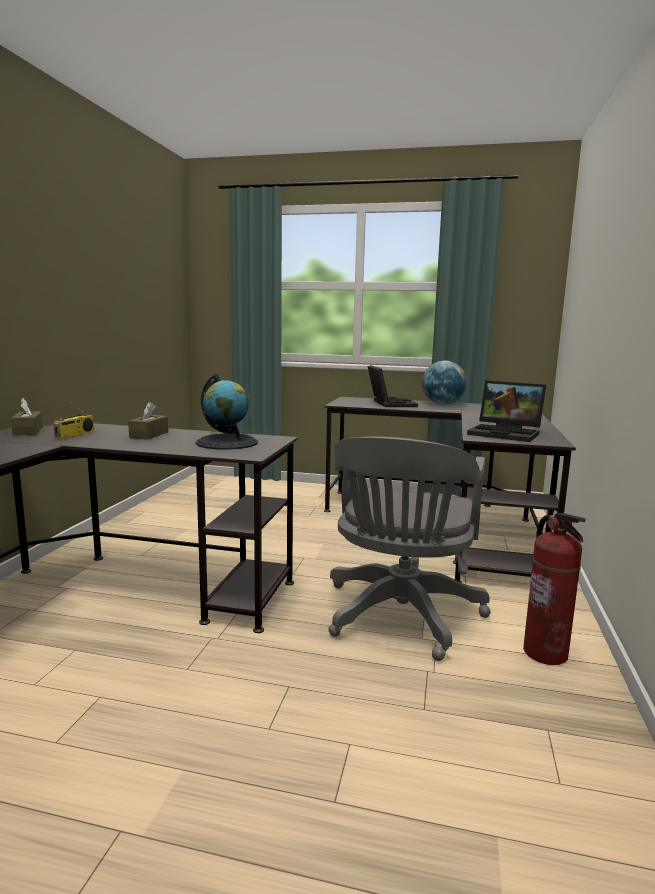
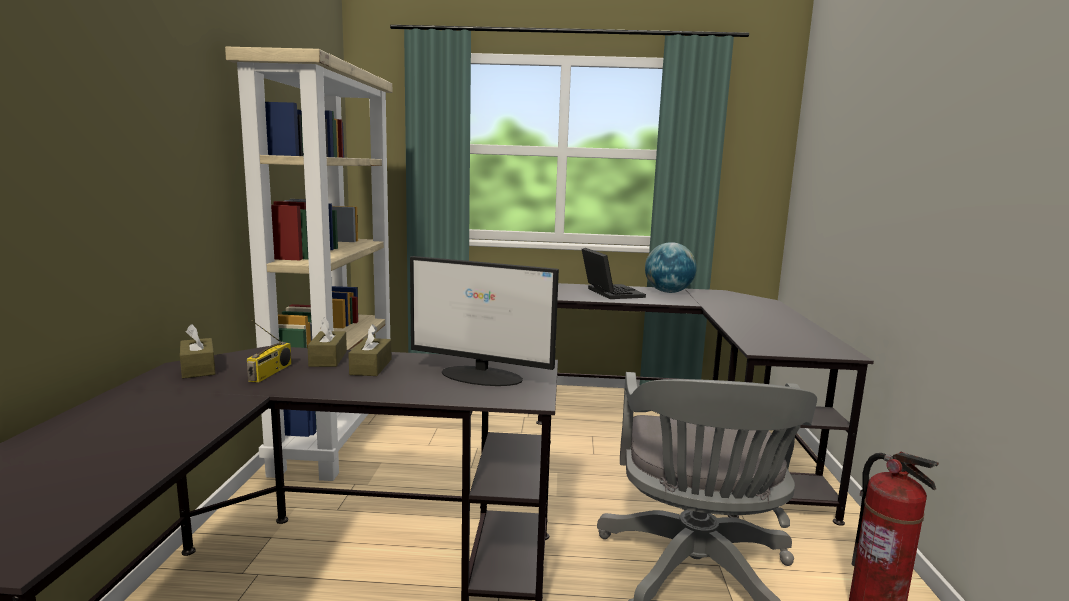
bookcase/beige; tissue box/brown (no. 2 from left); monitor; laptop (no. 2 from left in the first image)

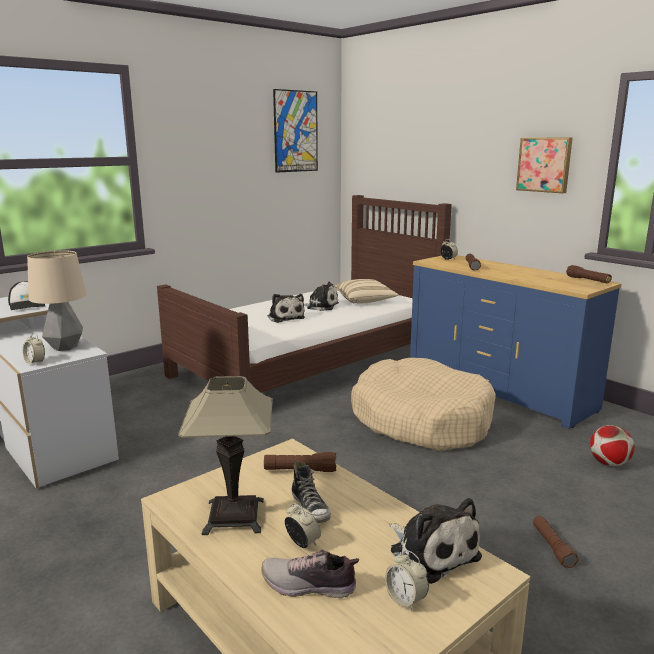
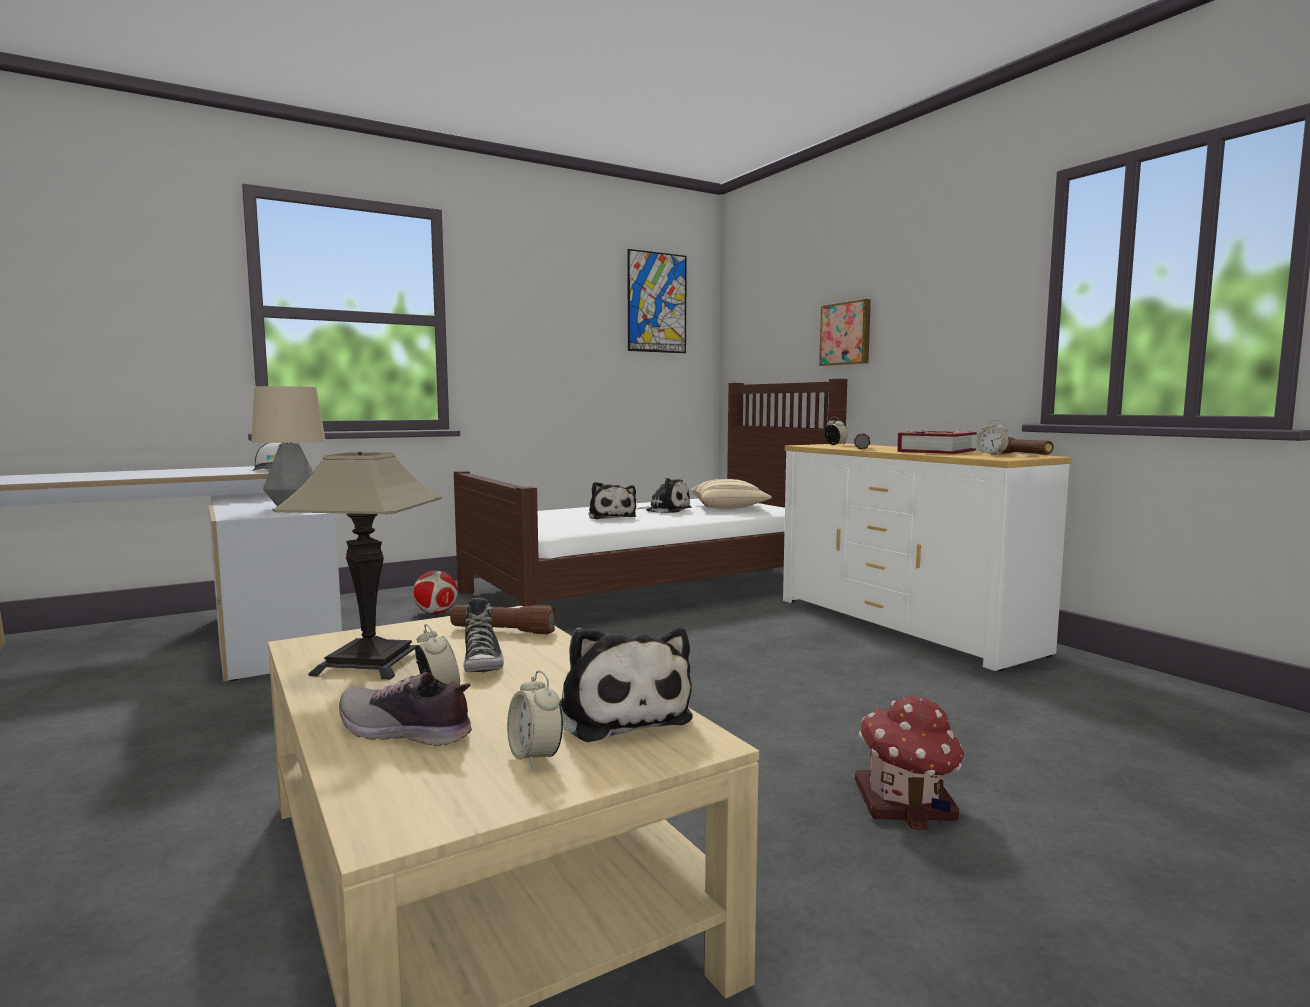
football; dresser/white; picture (no. 2 from left); toy house; book; alarm clock (no. 4 from left); dog bed/beige

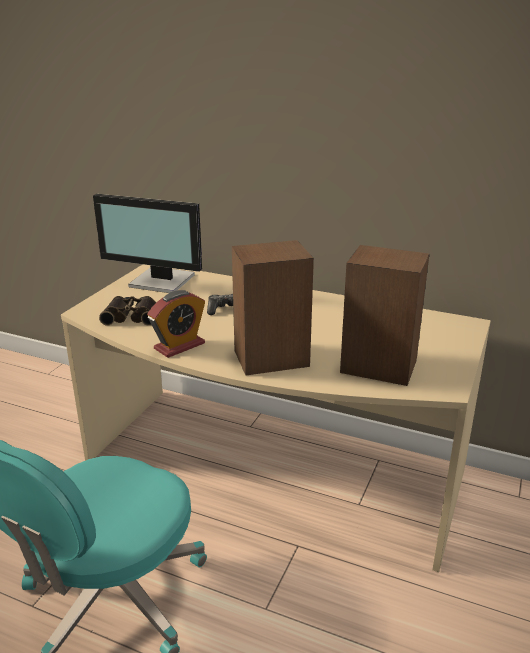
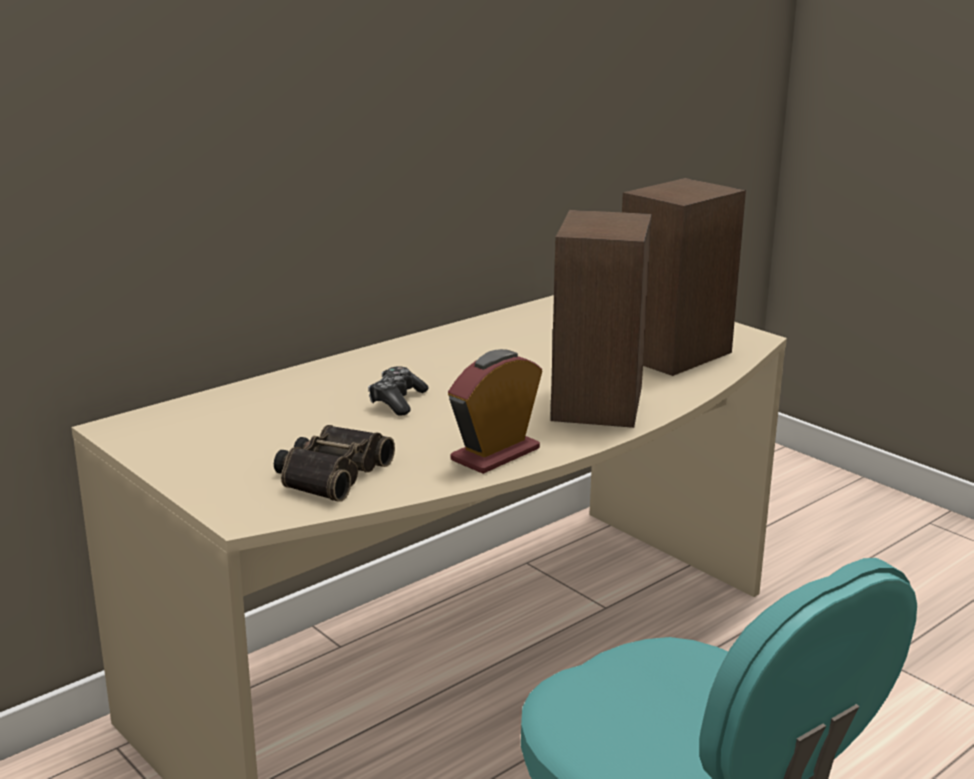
alarm clock; monitor

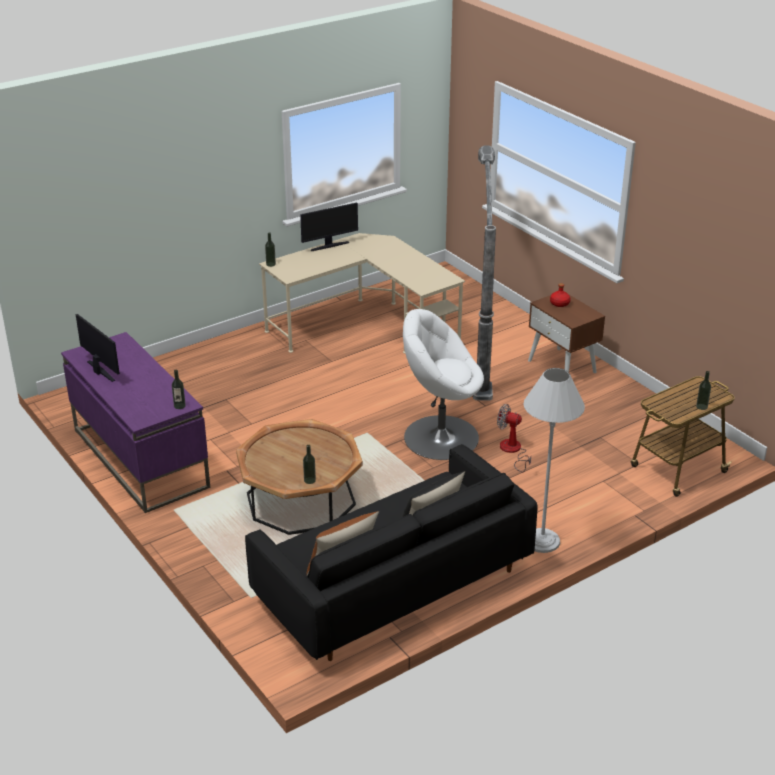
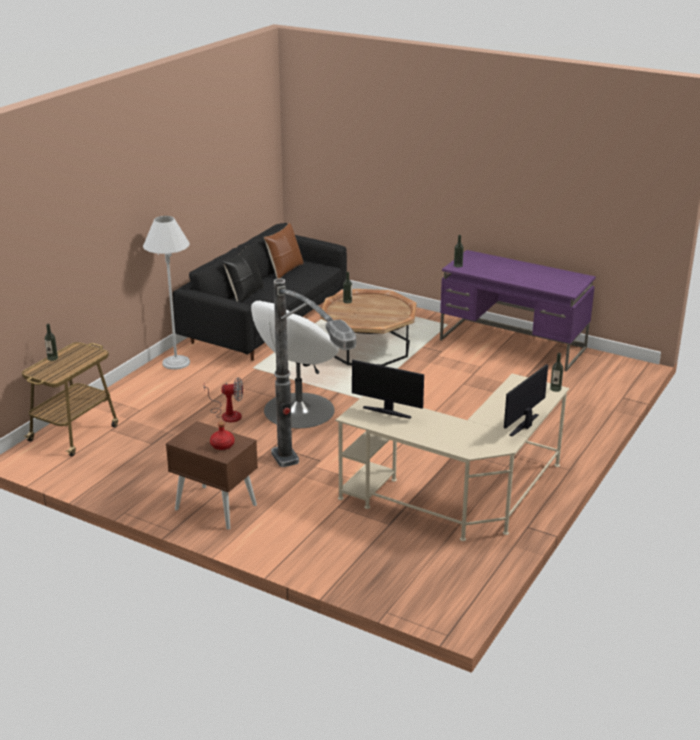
armchair/white; monitor (no. 1 from left)

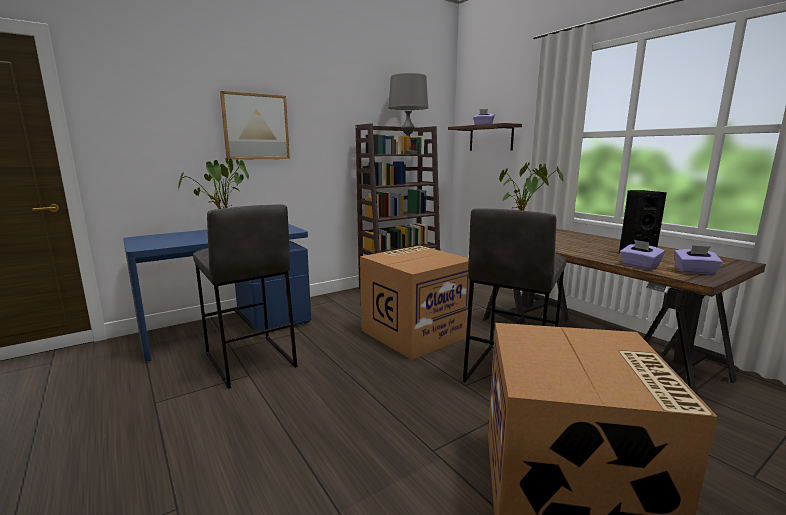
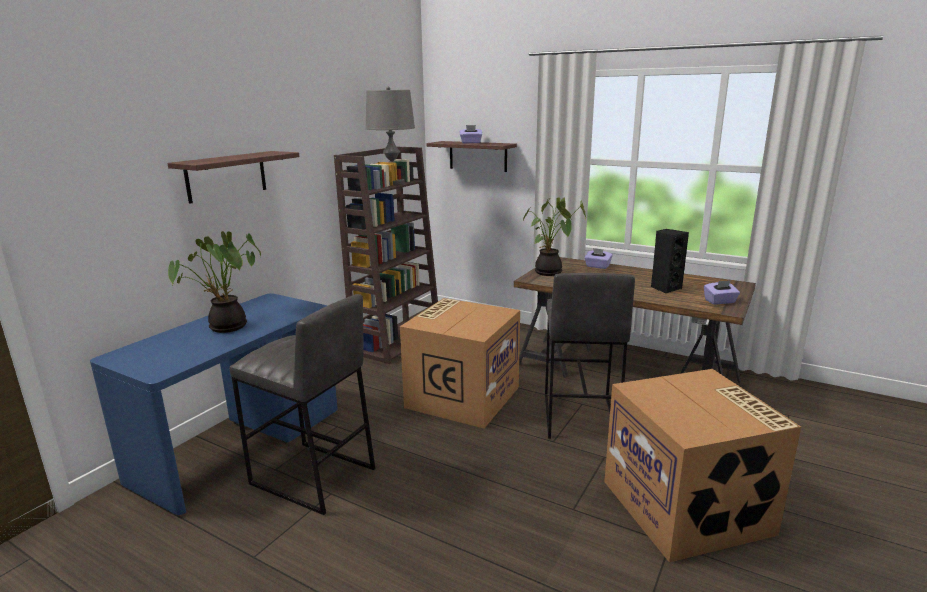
shelf (no. 1 from left); tissue box/purple (no. 2 from left)

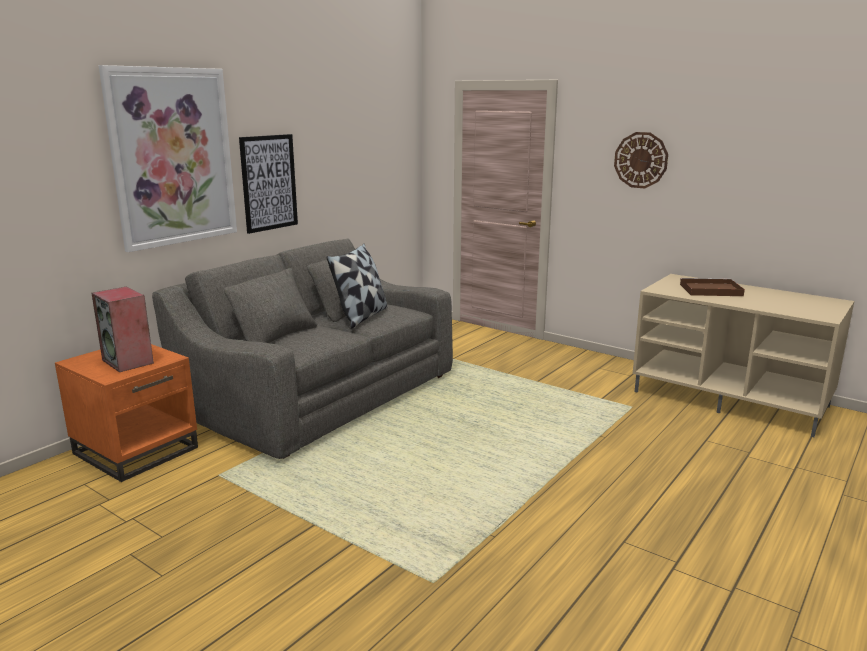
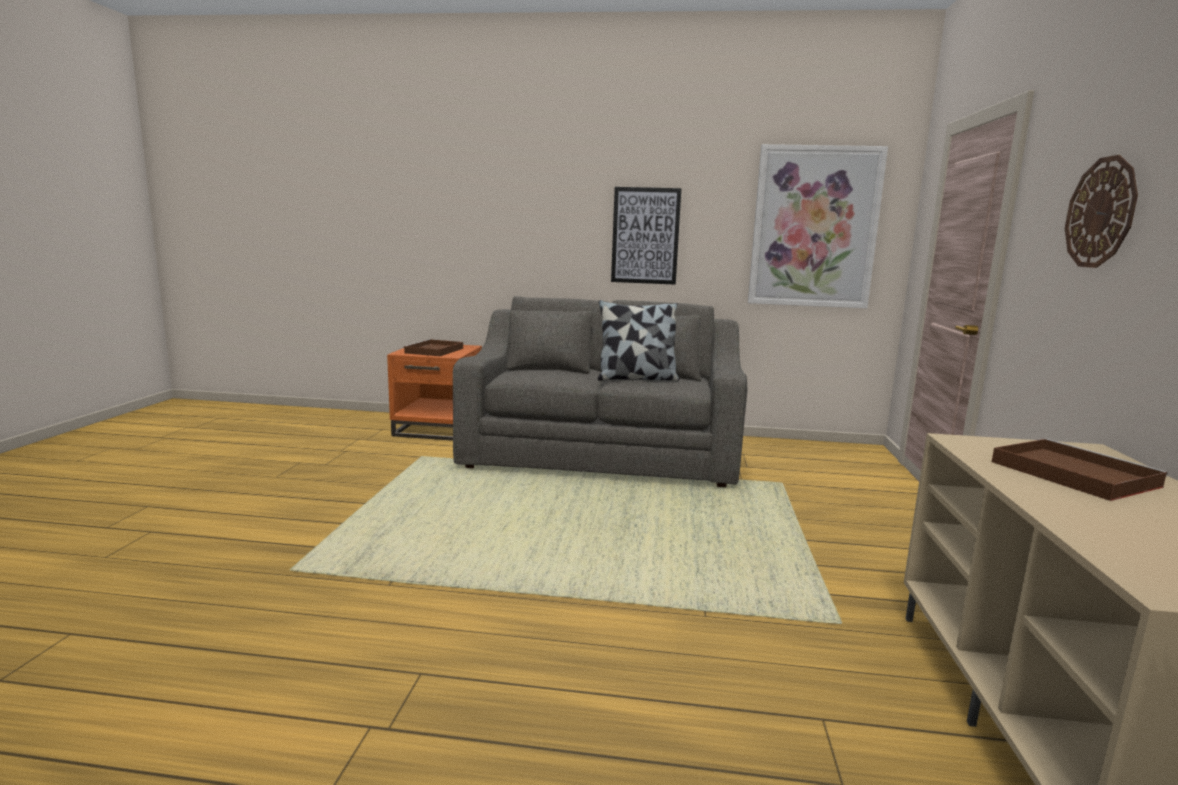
tray/brown (no. 1 from left); picture (no. 2 from left)

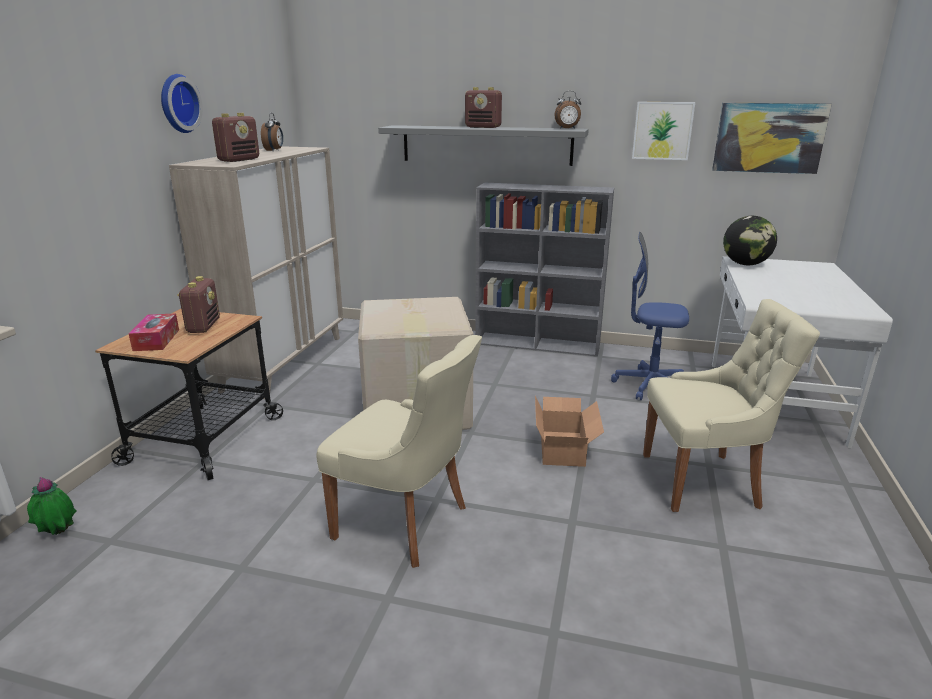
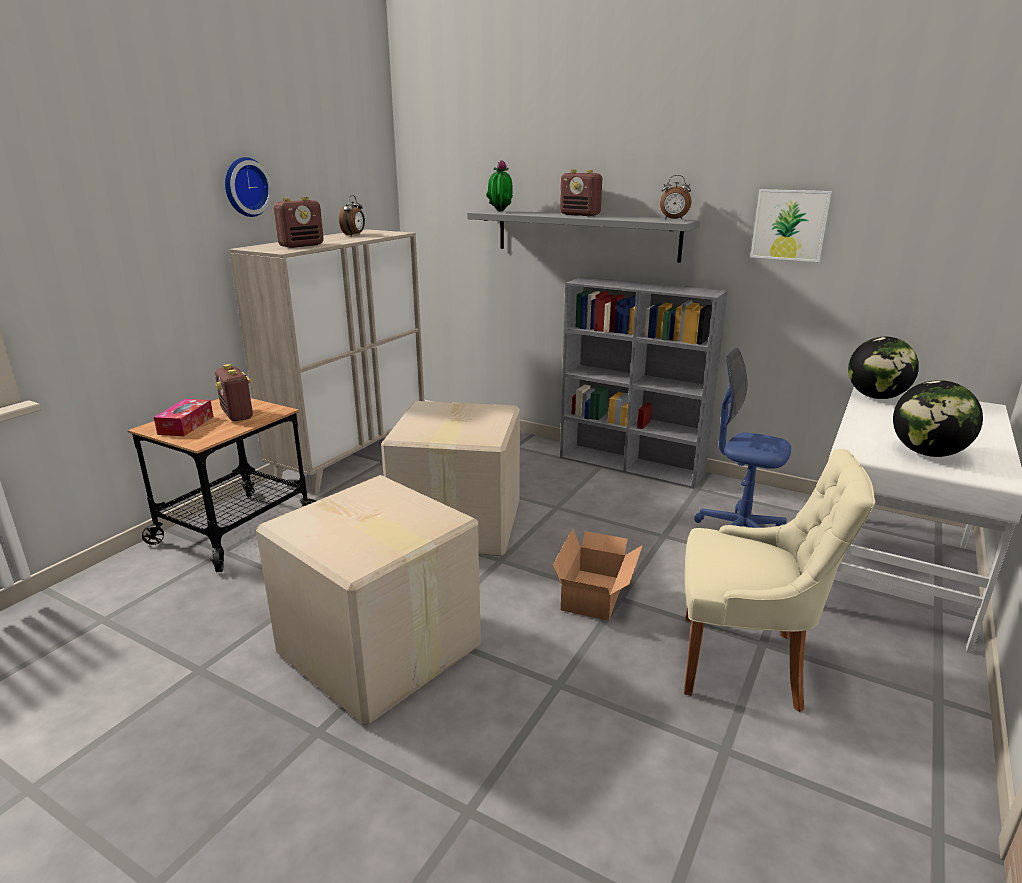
radio (no. 1 from left); cardboard box (no. 1 from left); potted plant; globe (no. 2 from left); picture (no. 2 from left in the first image)

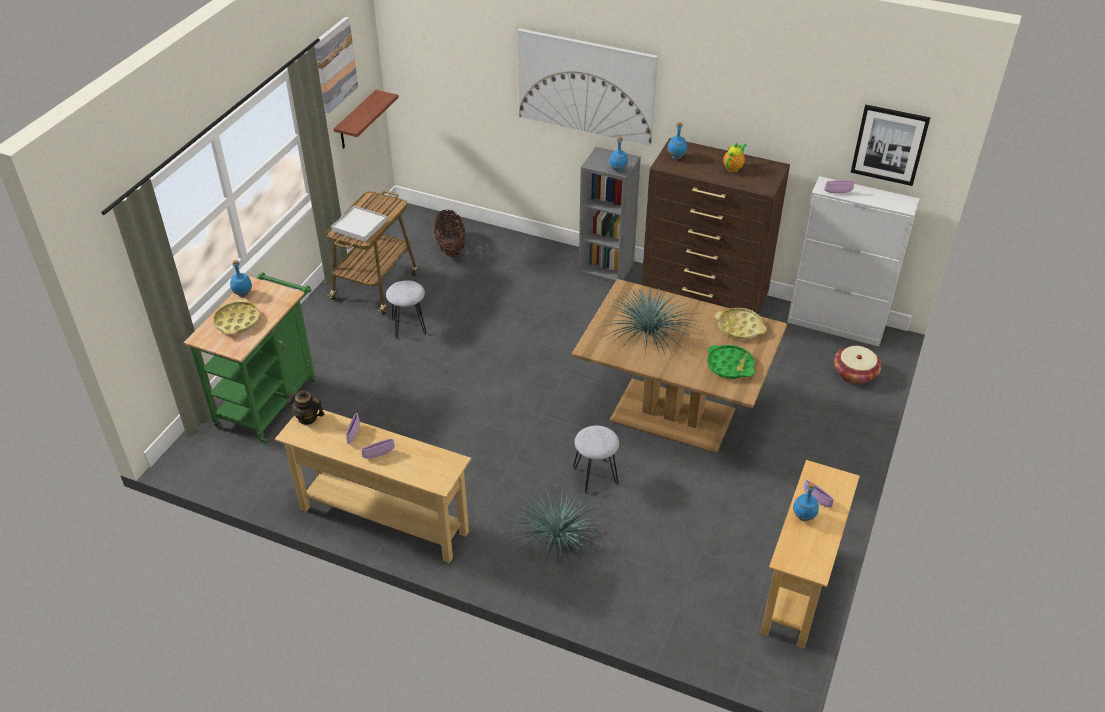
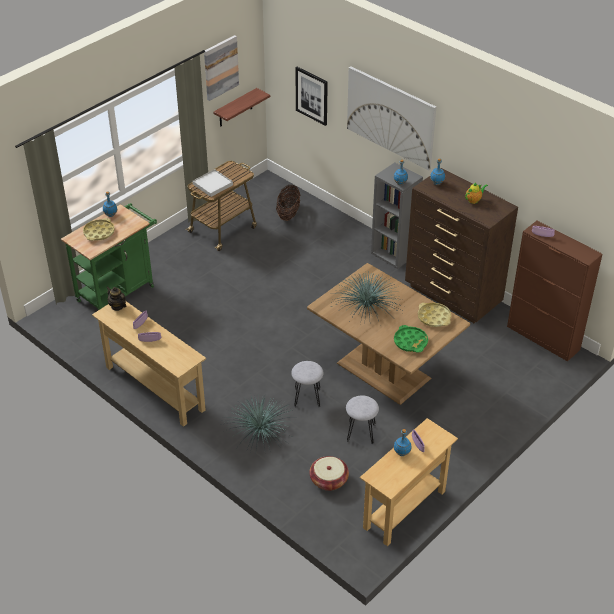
picture (no. 2 from left); basket (no. 2 from left); stool/grey (no. 2 from left); cabinet/brown

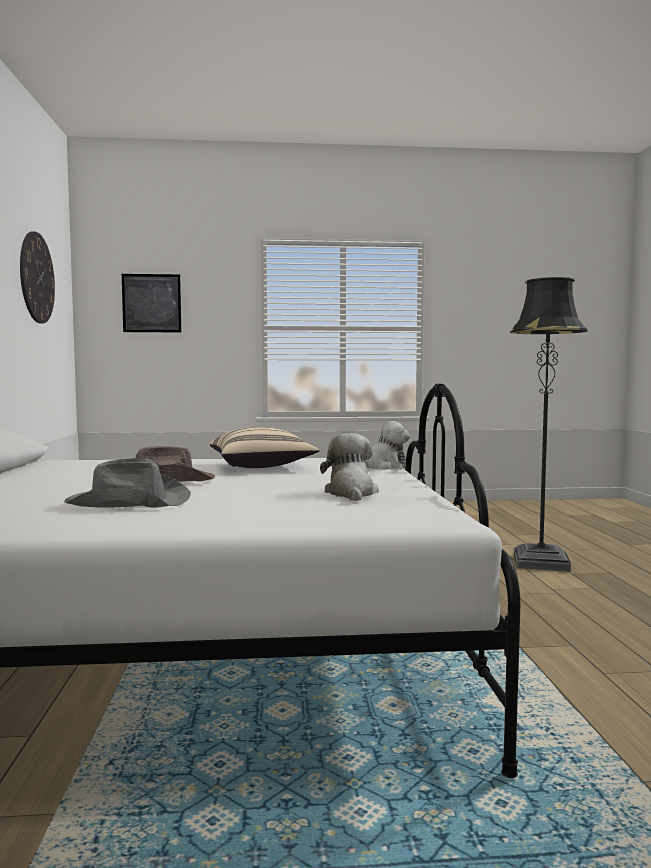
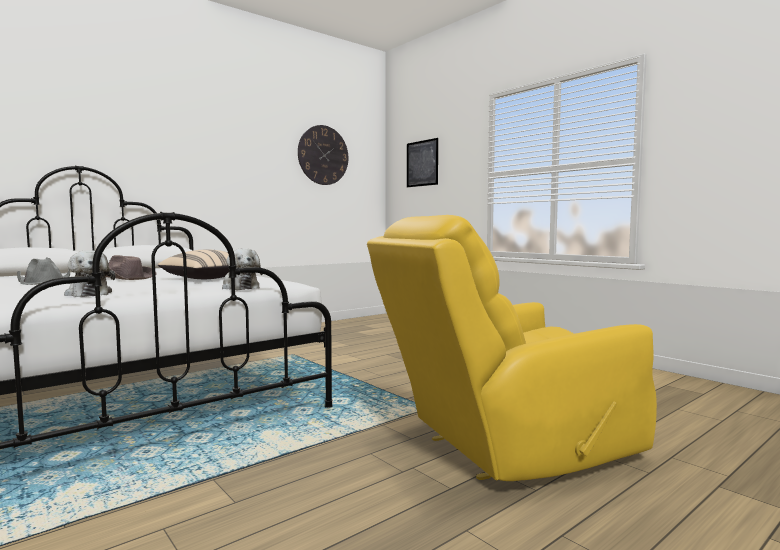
plush toy (no. 1 from left); armchair/yellow

